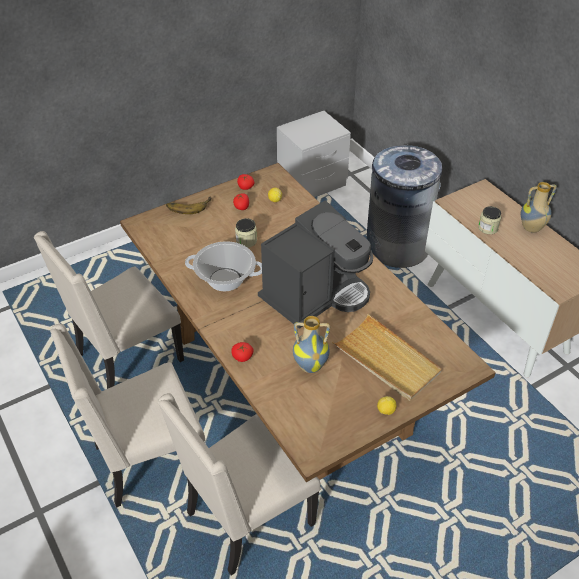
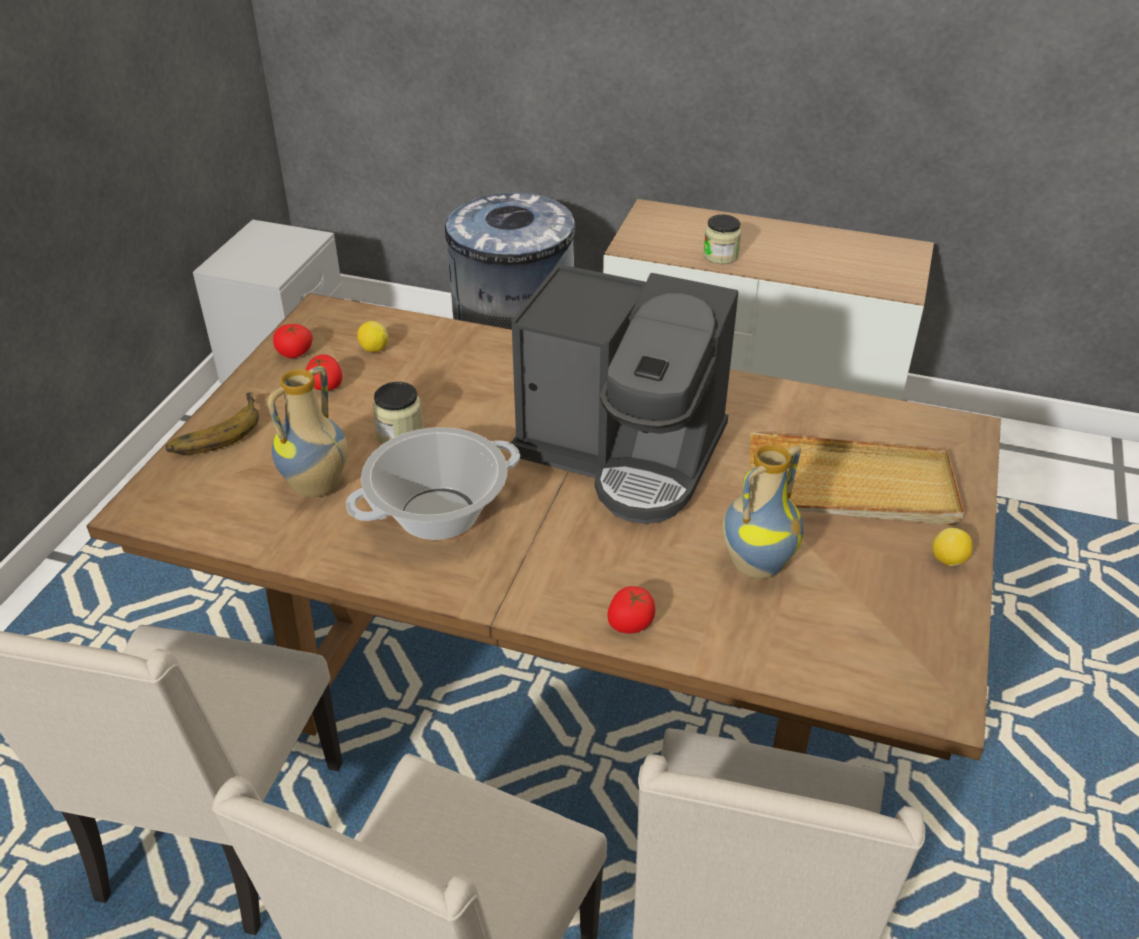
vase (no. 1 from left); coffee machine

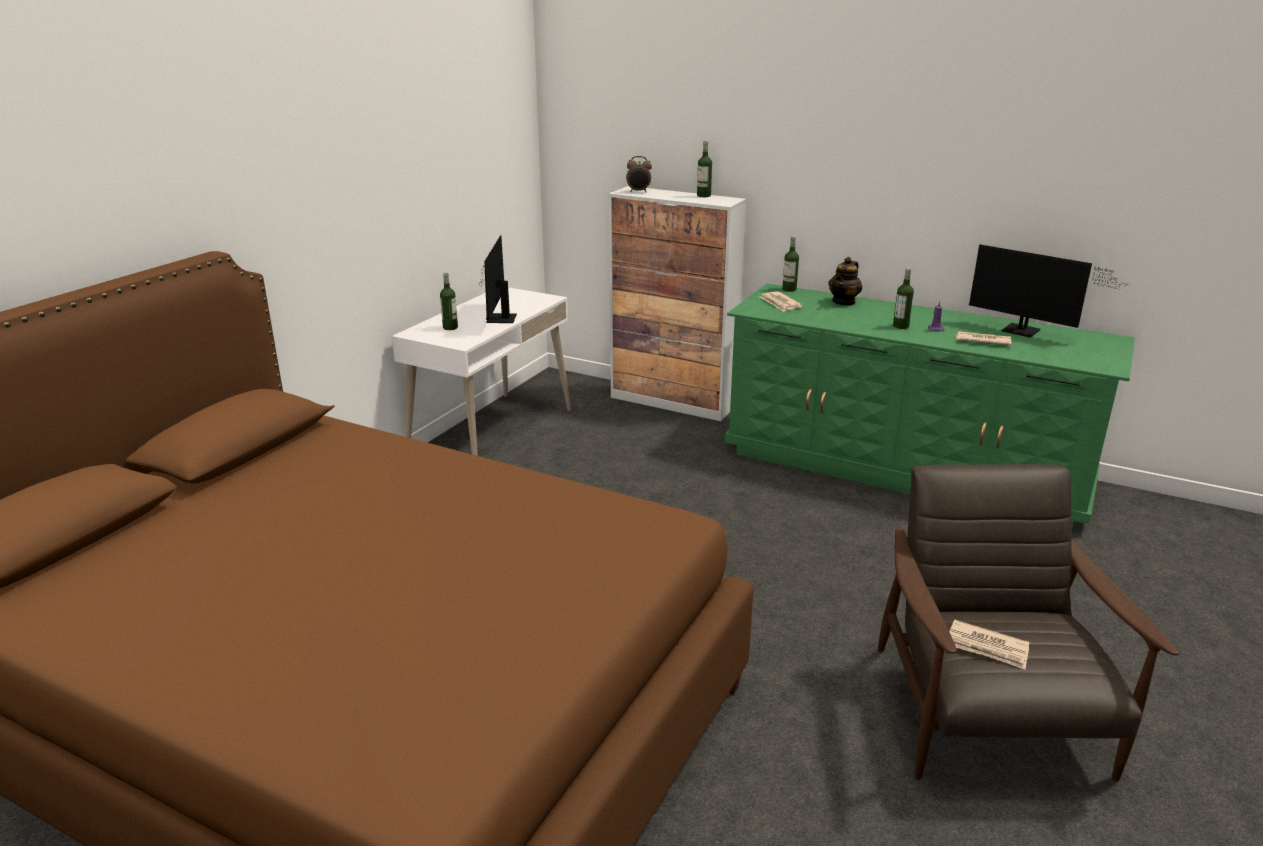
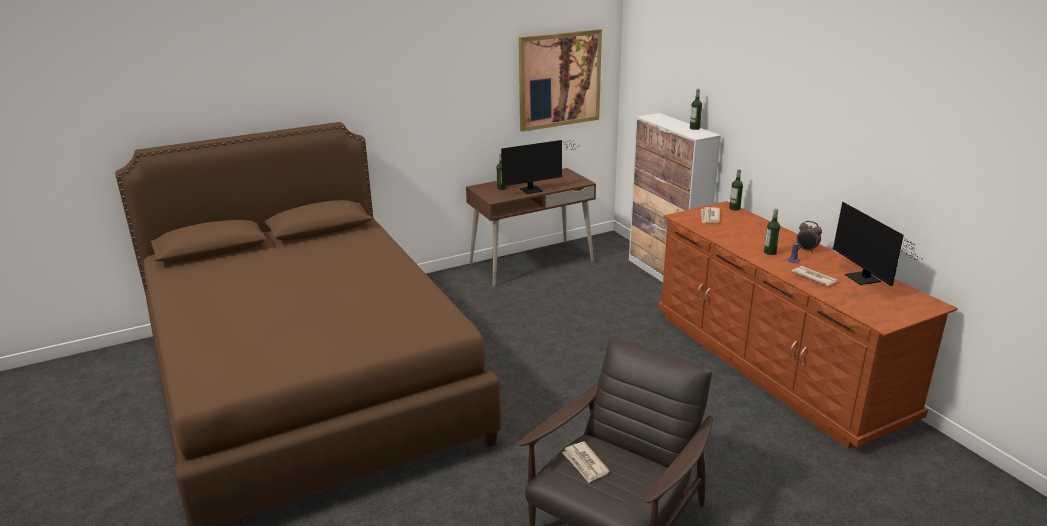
desk/brown; monitor (no. 1 from left); picture; dresser/brown; alarm clock; teapot

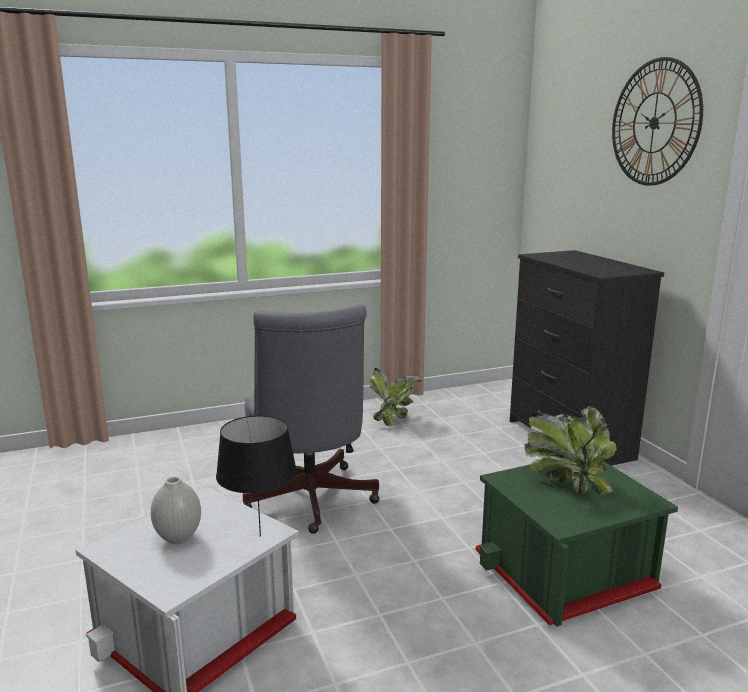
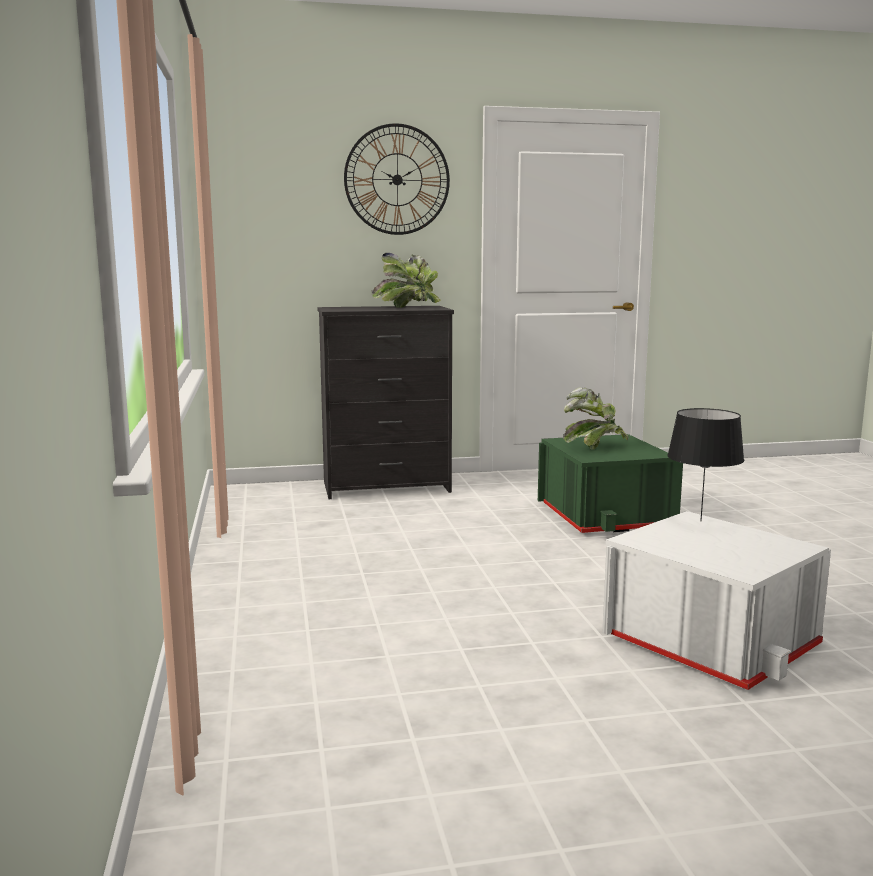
potted plant (no. 1 from left); vase/white; office chair/grey

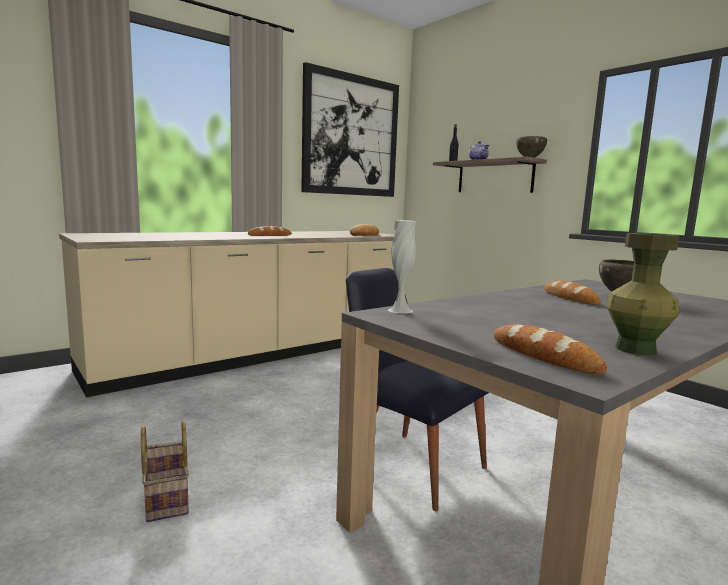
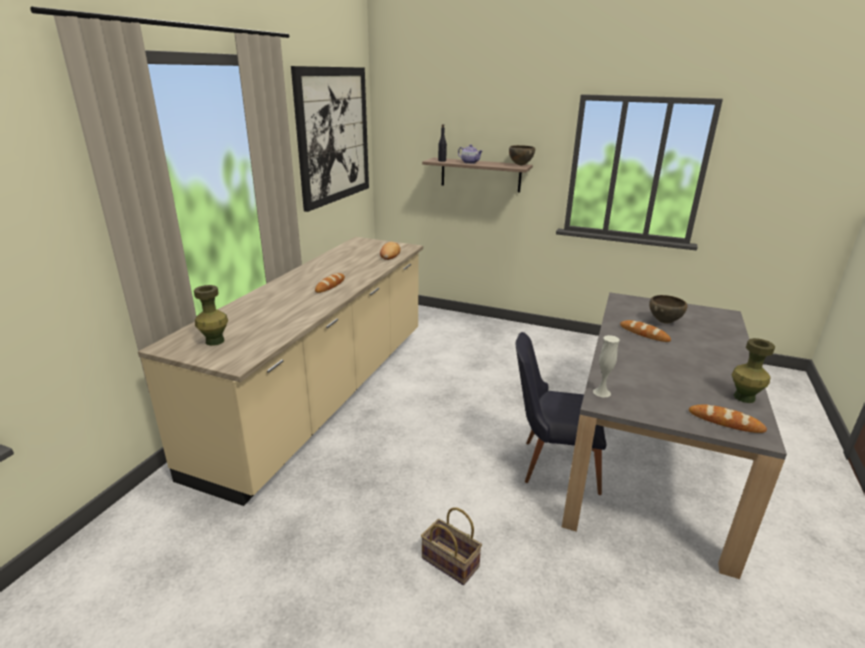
vase/green (no. 1 from left)

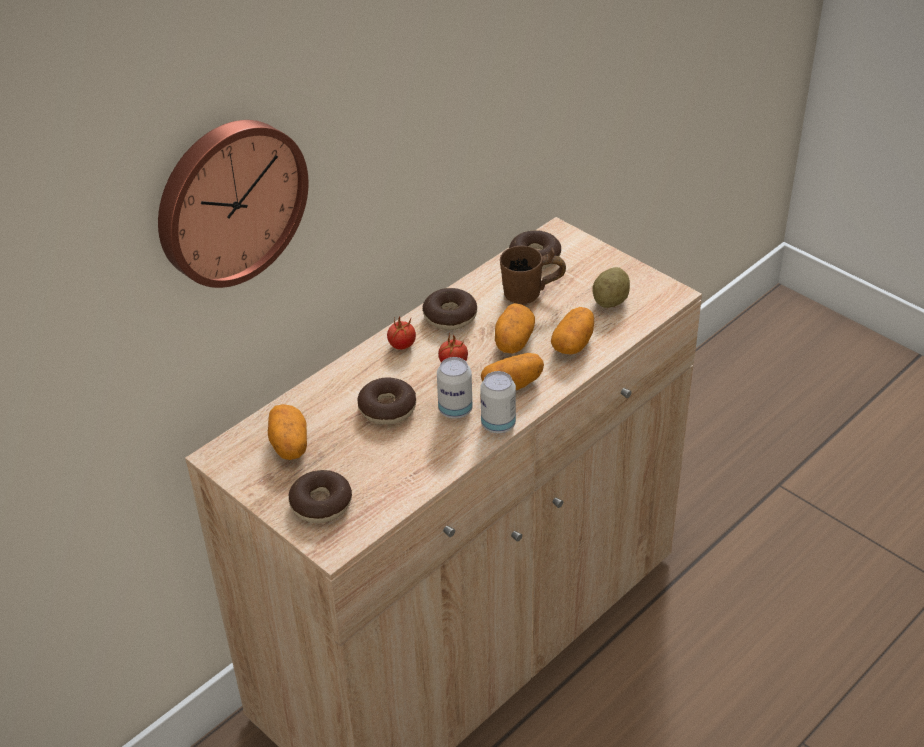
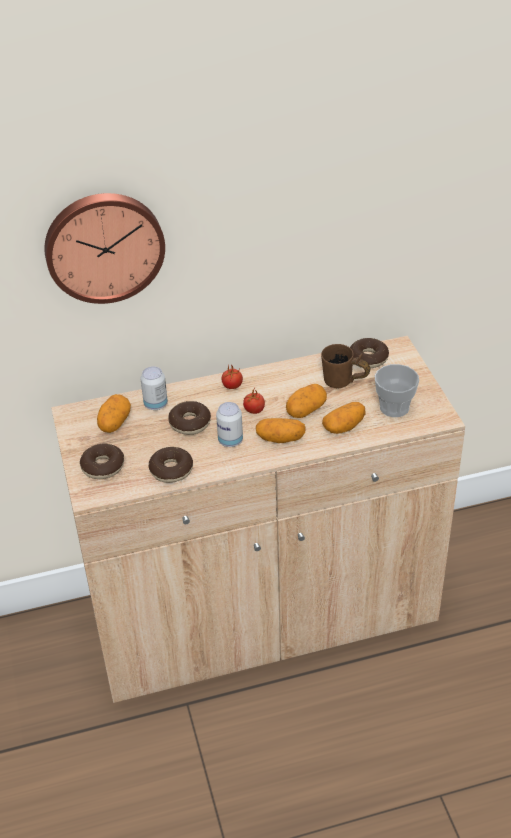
can (no. 1 from left); donut (no. 2 from left); cup

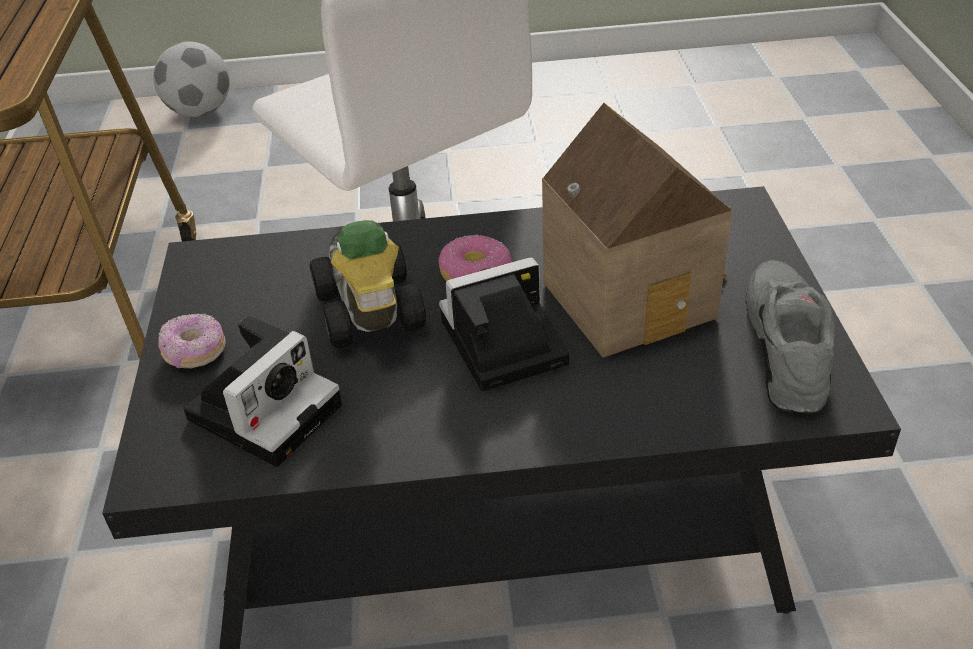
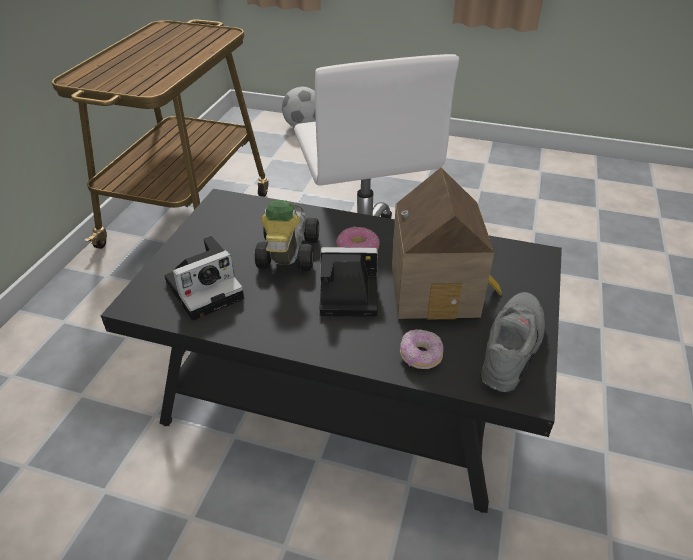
donut (no. 2 from left)

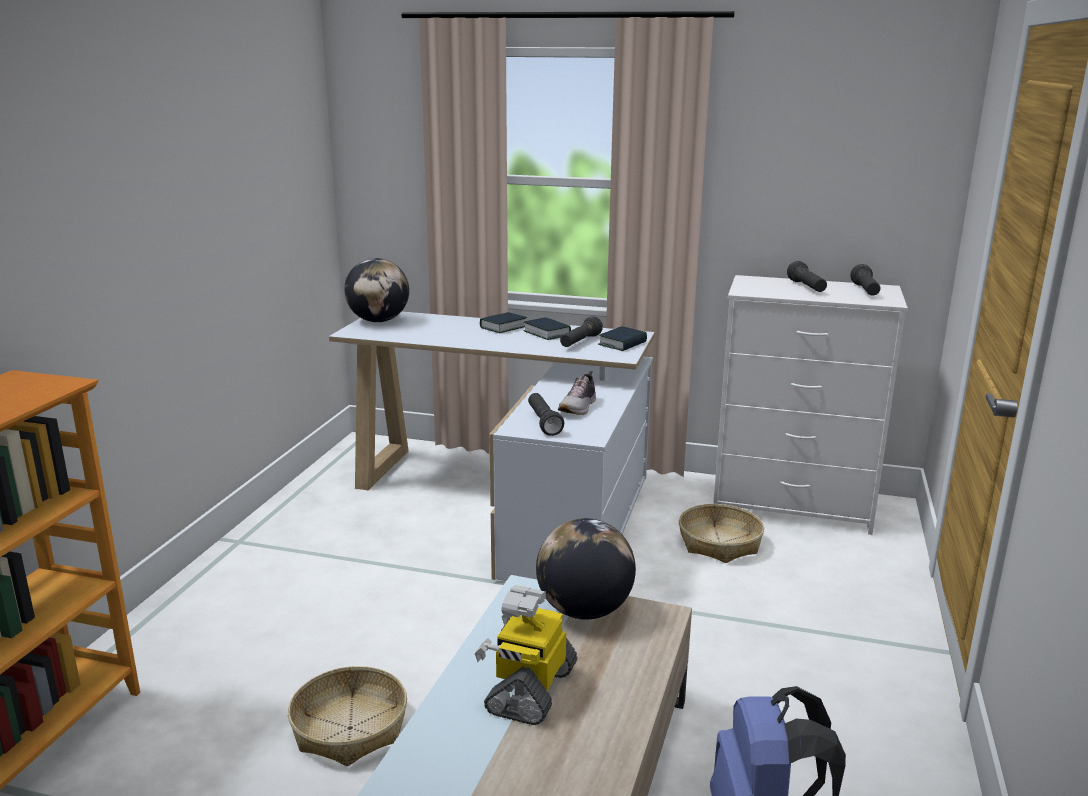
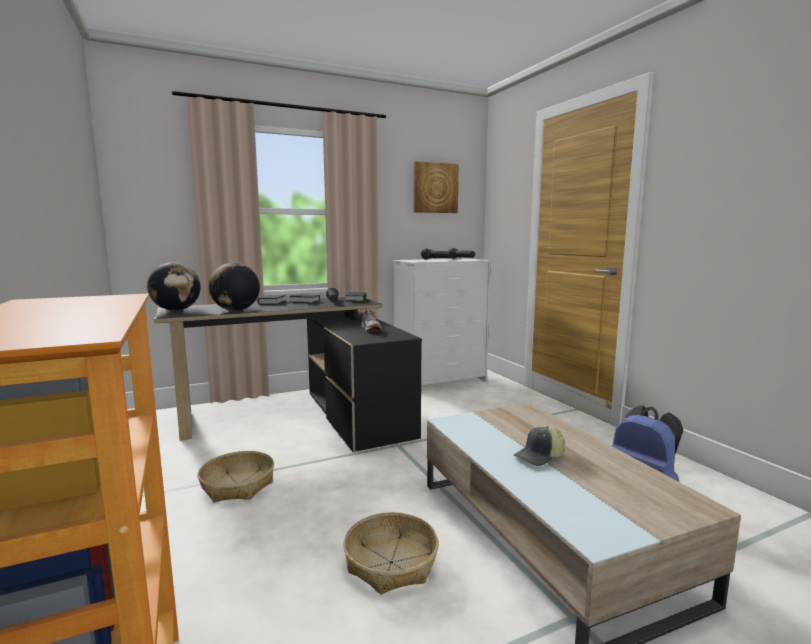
desk/black; basket (no. 1 from left); globe (no. 2 from left); picture; cap; flashlight/black (no. 1 from left in the first image)

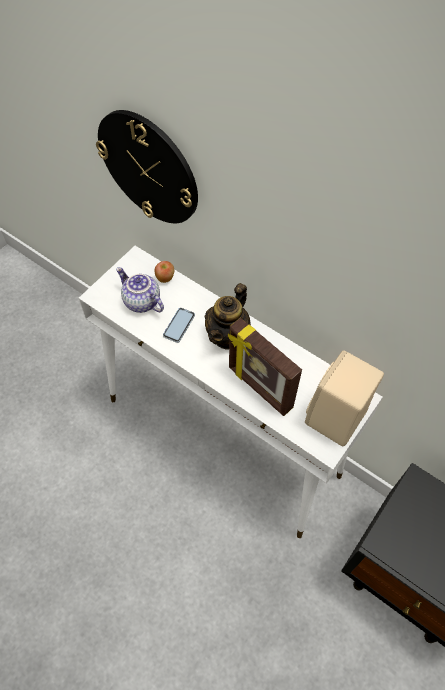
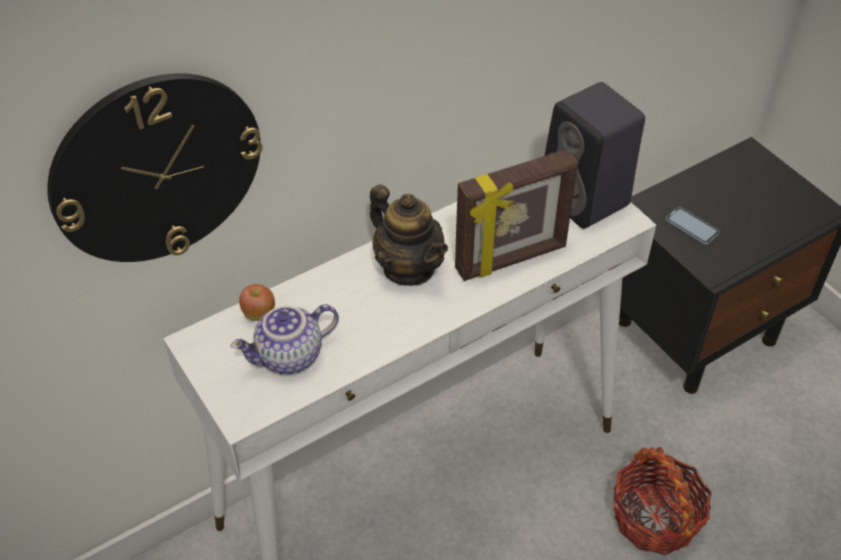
speaker/black; basket; phone

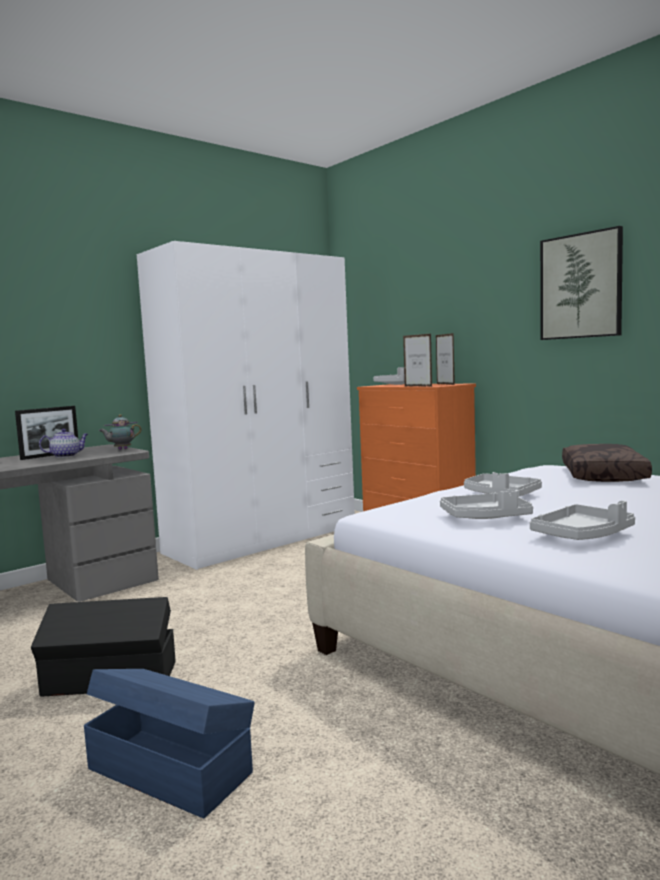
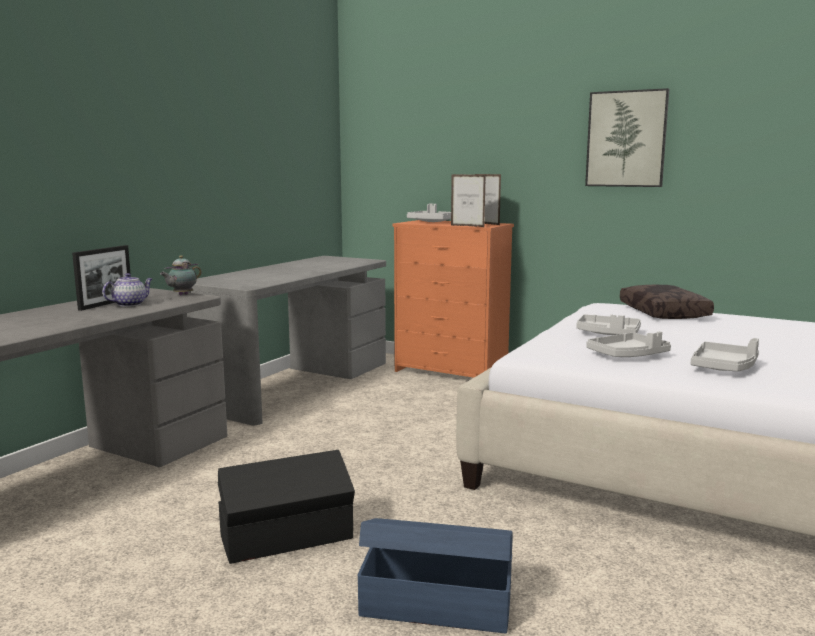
desk/grey (no. 2 from left)

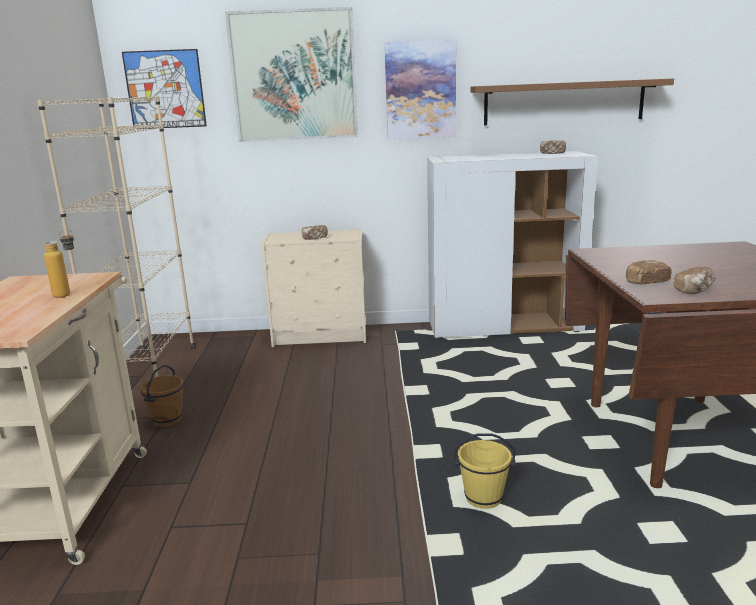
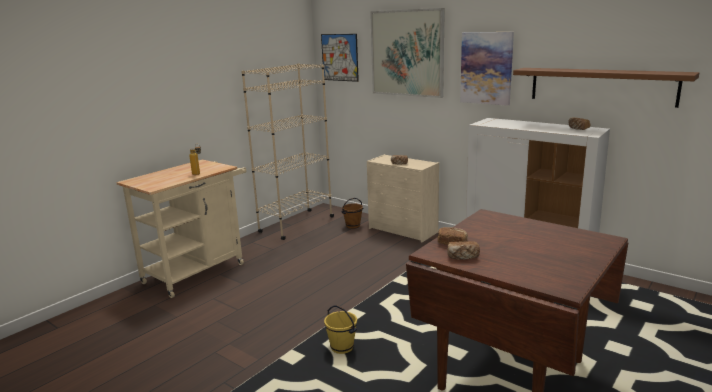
bucket/brown

